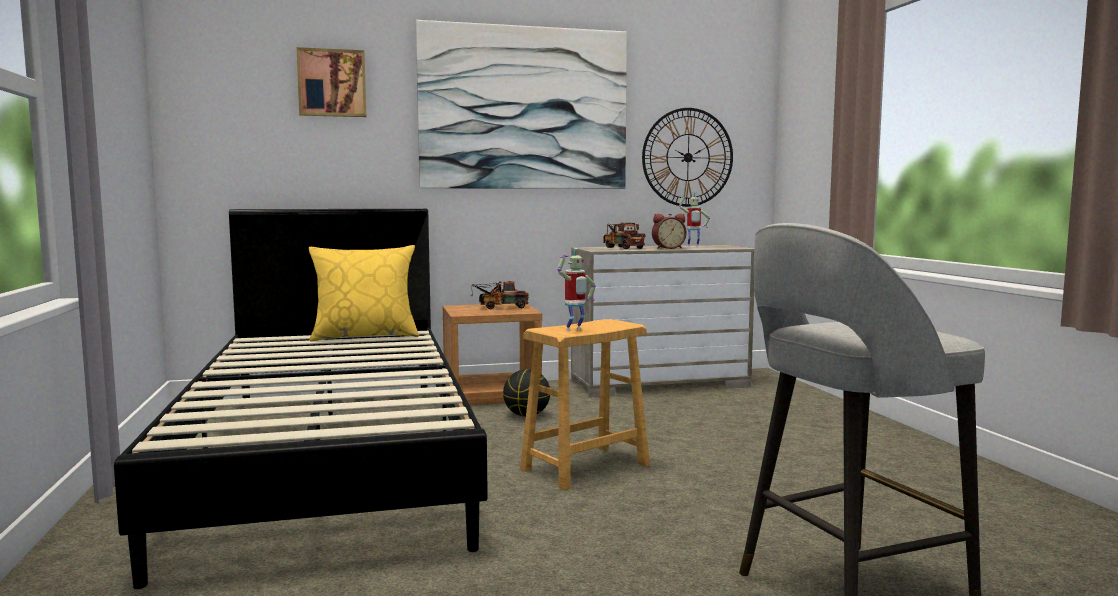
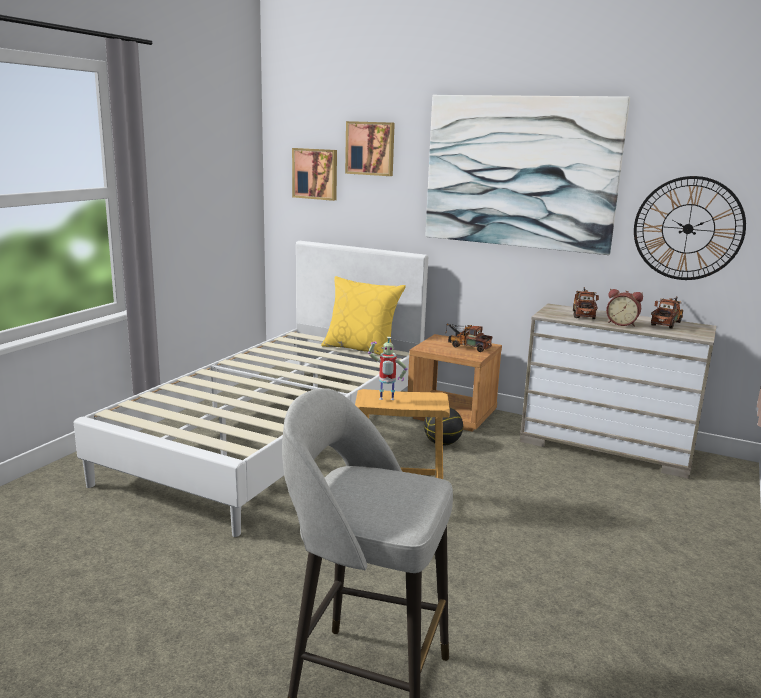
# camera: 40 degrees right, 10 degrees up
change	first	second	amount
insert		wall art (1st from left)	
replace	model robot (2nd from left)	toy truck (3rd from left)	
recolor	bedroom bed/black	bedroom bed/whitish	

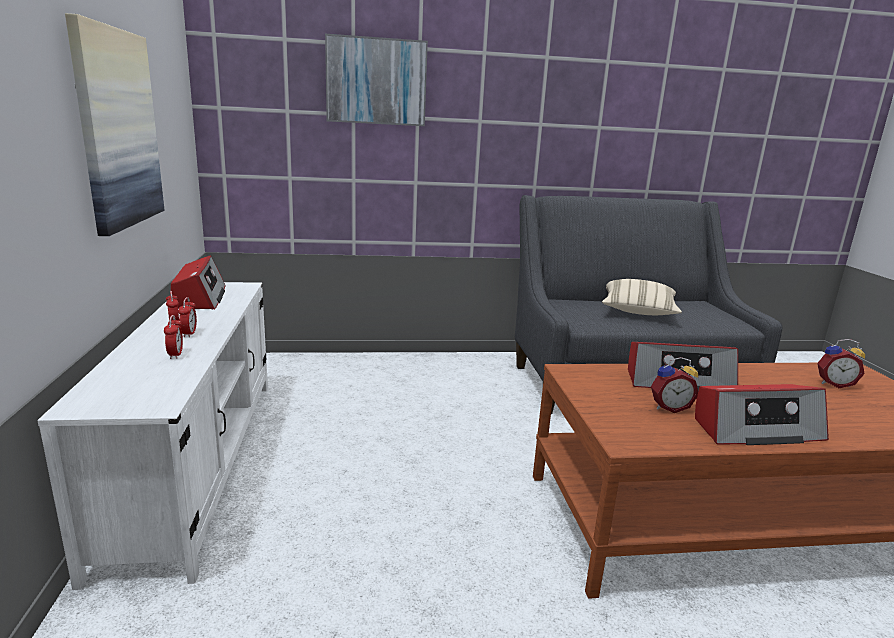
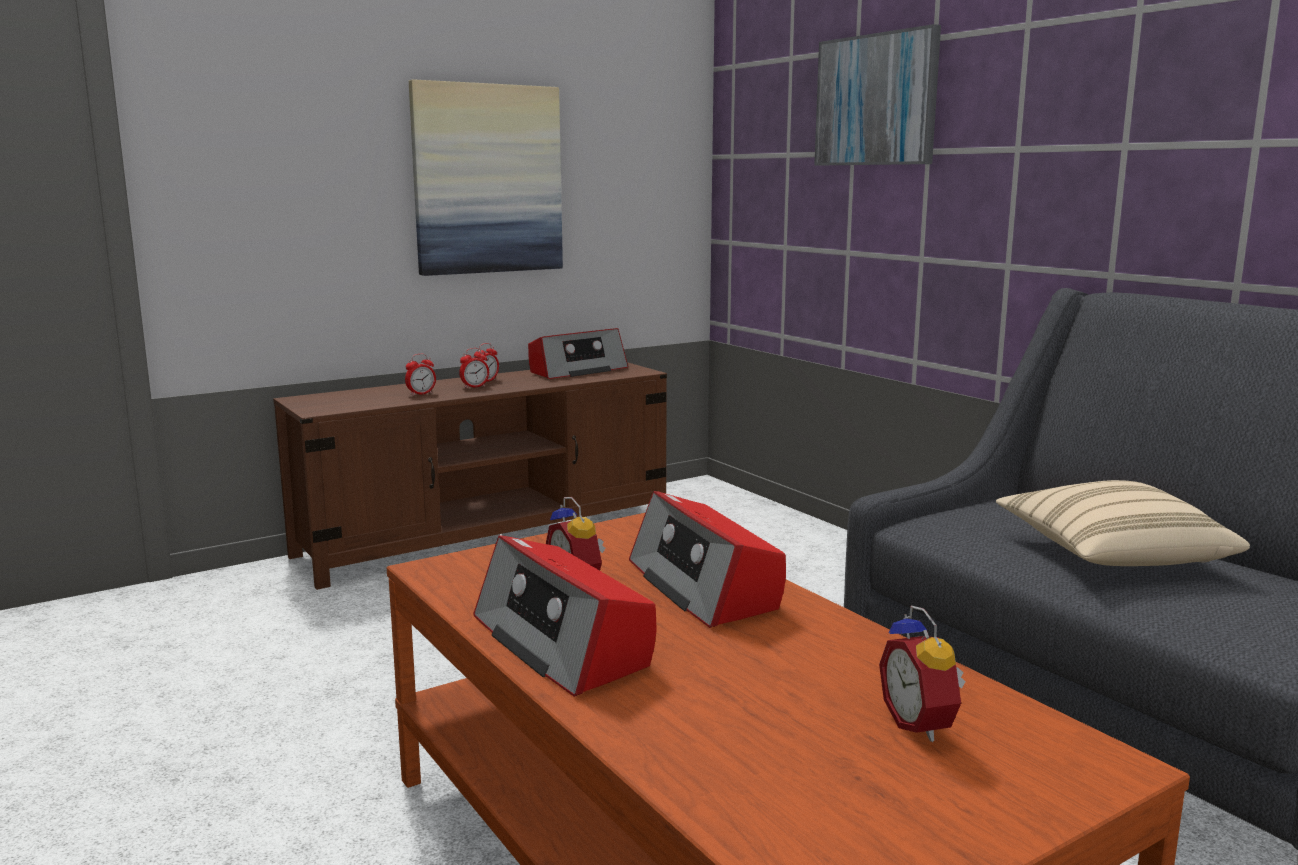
# camera: 65 degrees right, 5 degrees down
change	first	second	amount
recolor	tv unit/whitish	tv unit/brown	

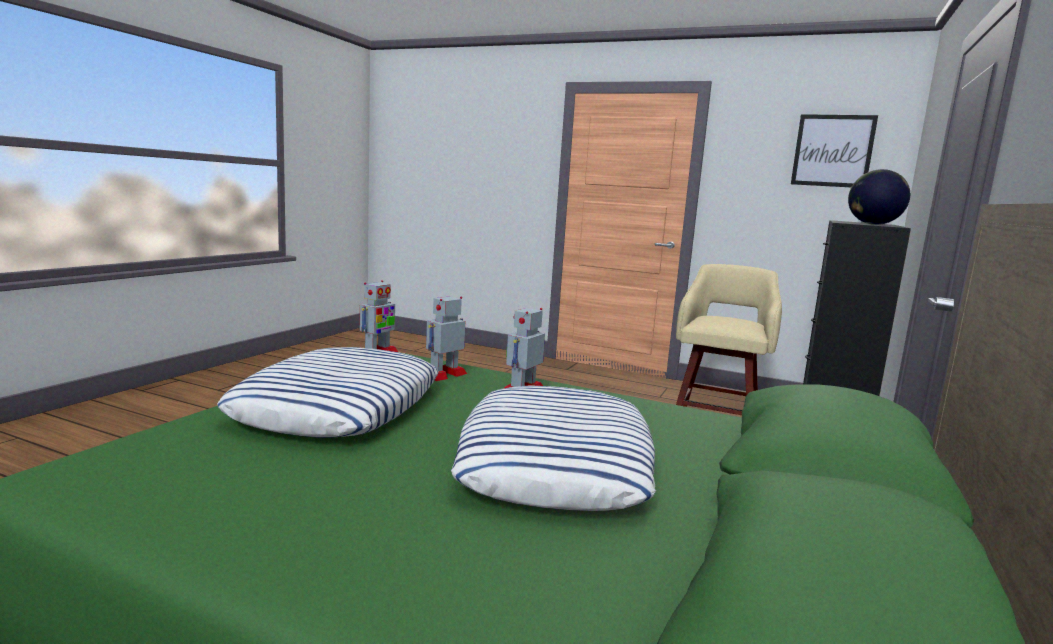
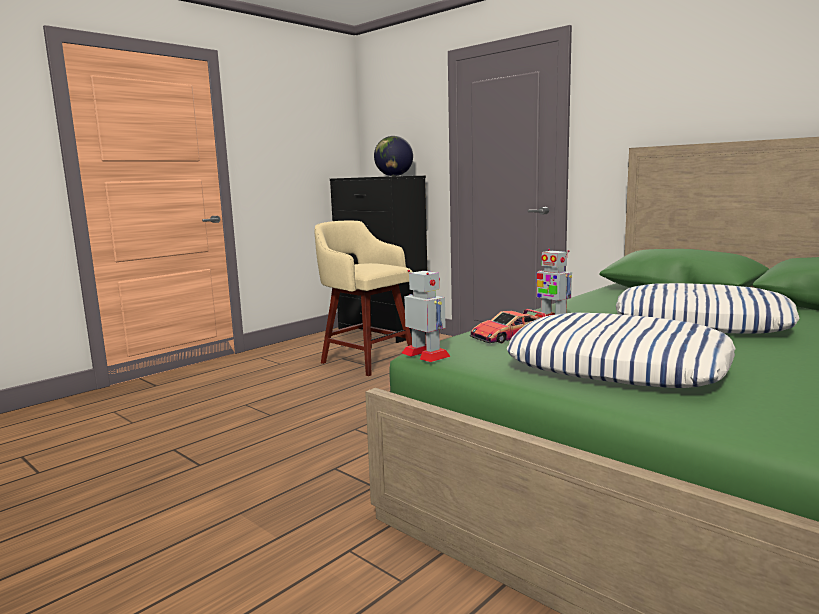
# camera: 70 degrees left, 0 degrees up
change	first	second	amount
delete	wall art		
replace	model robot (2nd from left)	toy car	

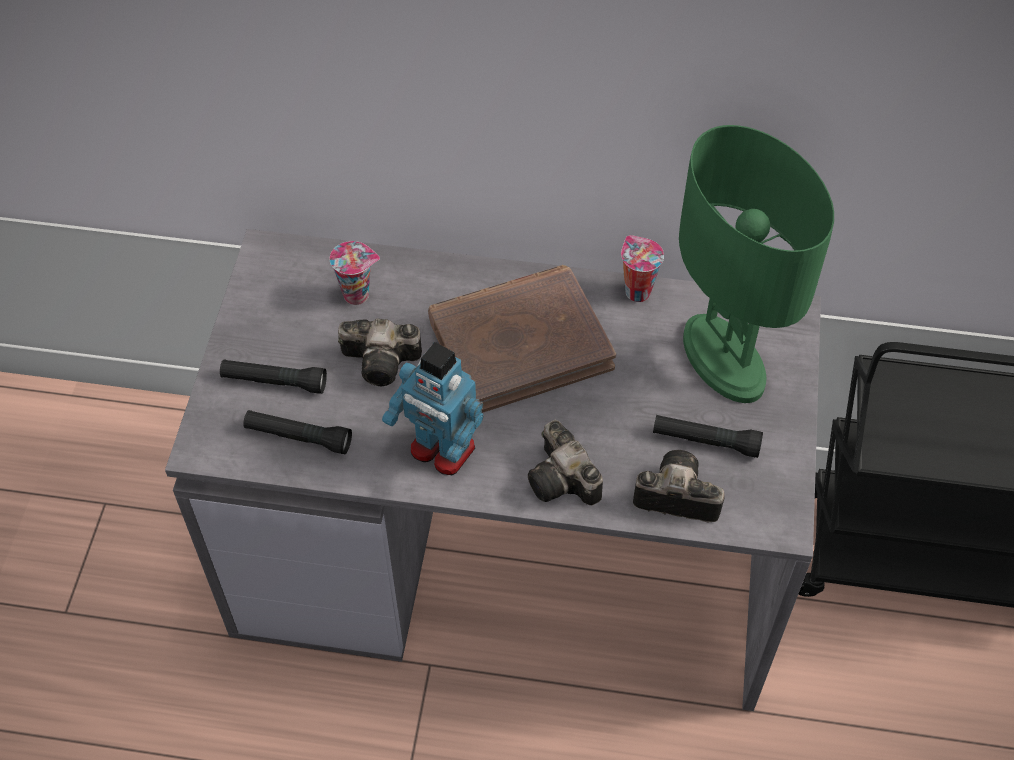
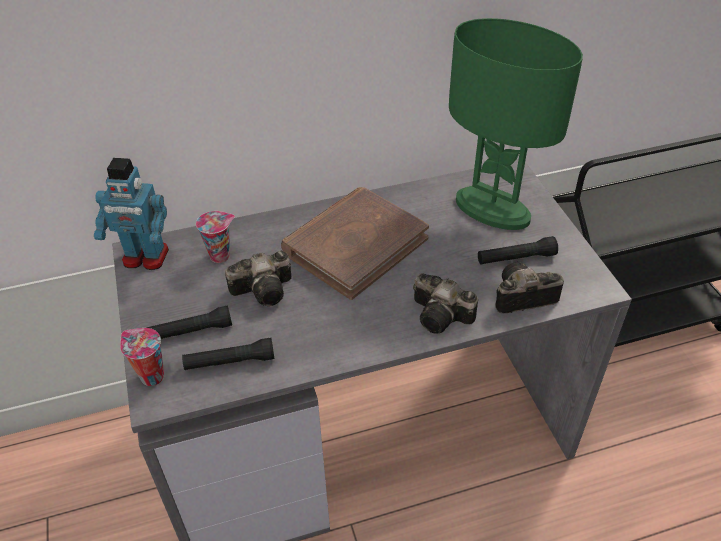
# camera: 25 degrees left, 10 degrees down
change	first	second	amount
move	model robot		
move	drinking cup (2nd from left in the first image)	drinking cup (1st from left)	

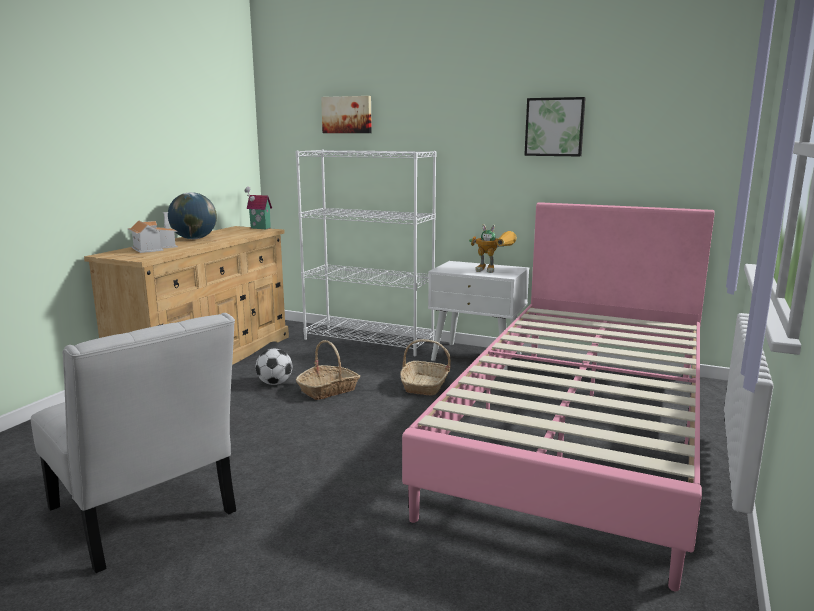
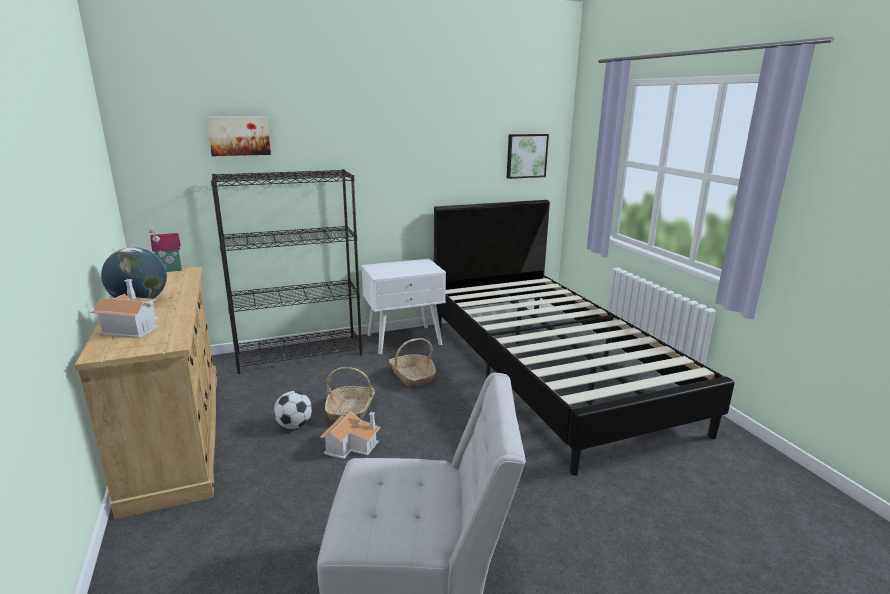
# camera: 45 degrees left, 5 degrees up
change	first	second	amount
delete	model robot		
insert		model house (3rd from left)	
move	wall art (2nd from left)		
recolor	bookshelf/whitish	bookshelf/black	
recolor	bedroom bed/pinkish	bedroom bed/black	

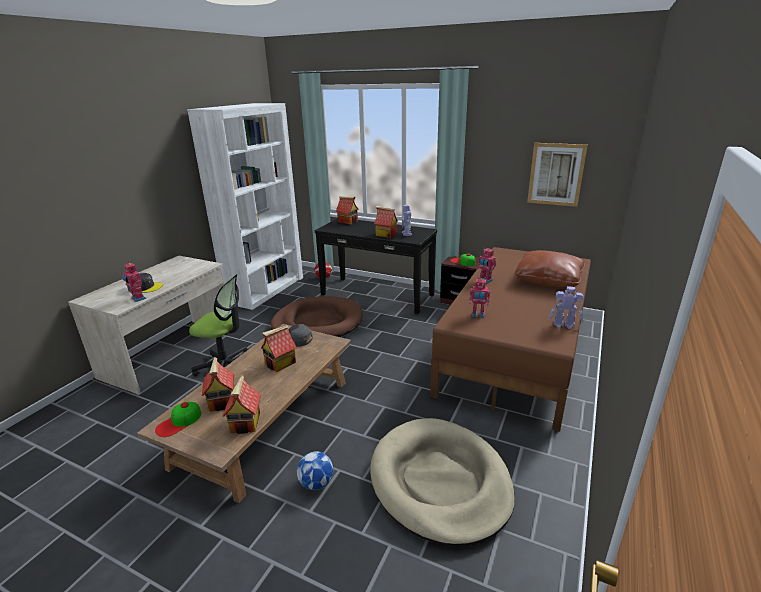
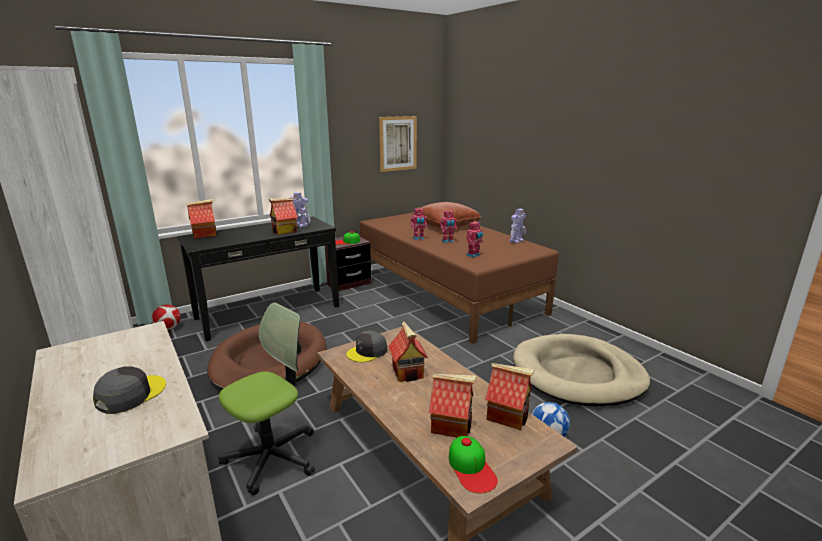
# camera: 60 degrees left, 5 degrees down
change	first	second	amount
move	model robot (1st from left in the first image)	model robot (3rd from left)	

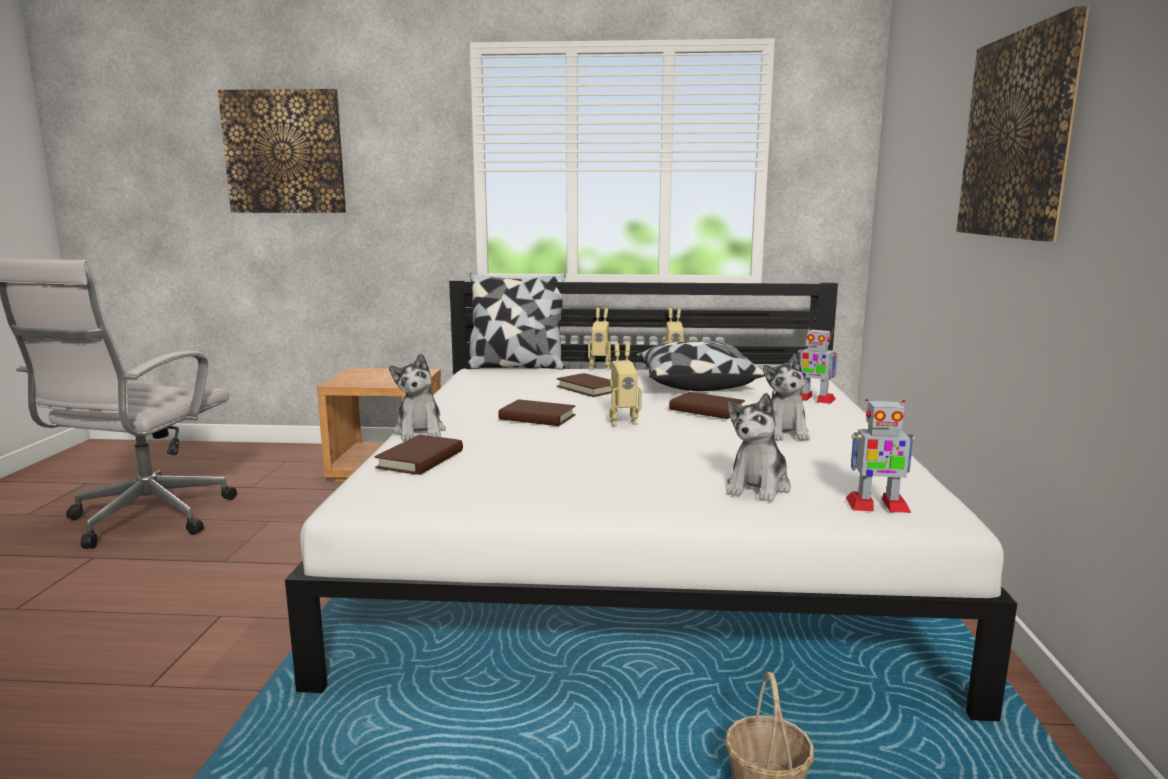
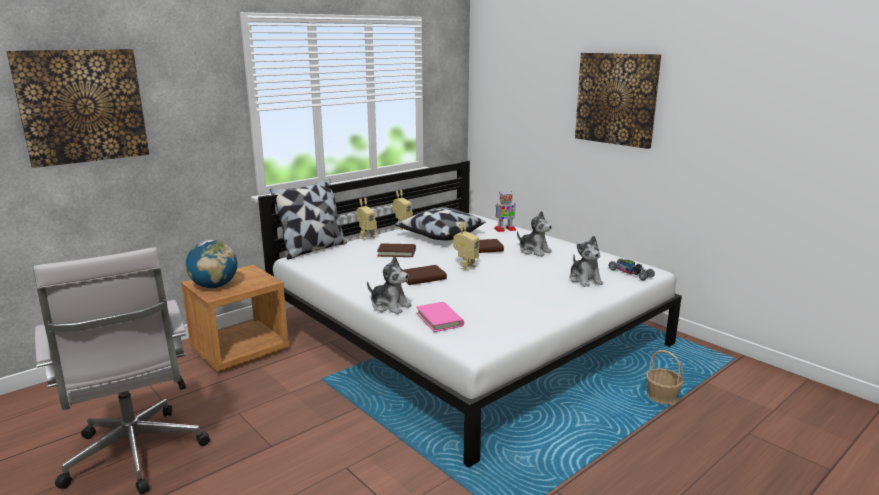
# camera: 45 degrees left, 5 degrees up
change	first	second	amount
insert		world globe	
replace	model robot (5th from left)	toy car	
recolor	bound book/brown (1st from left)	bound book/pinkish	

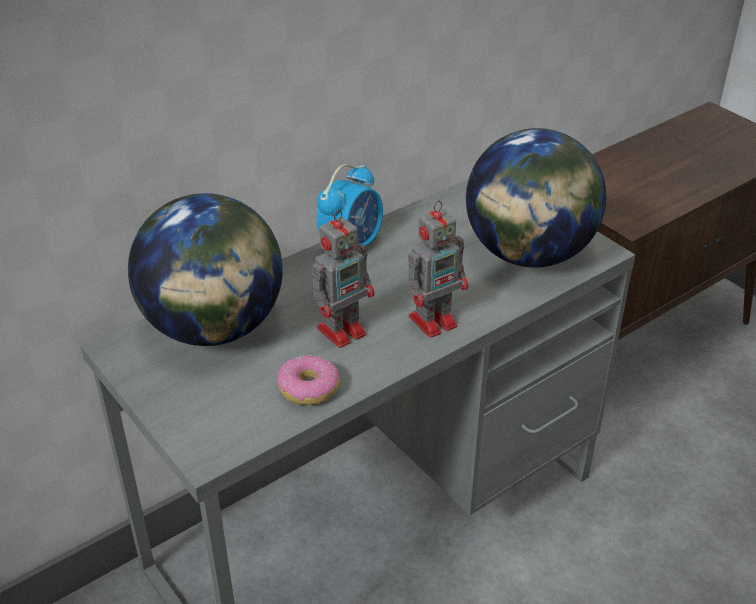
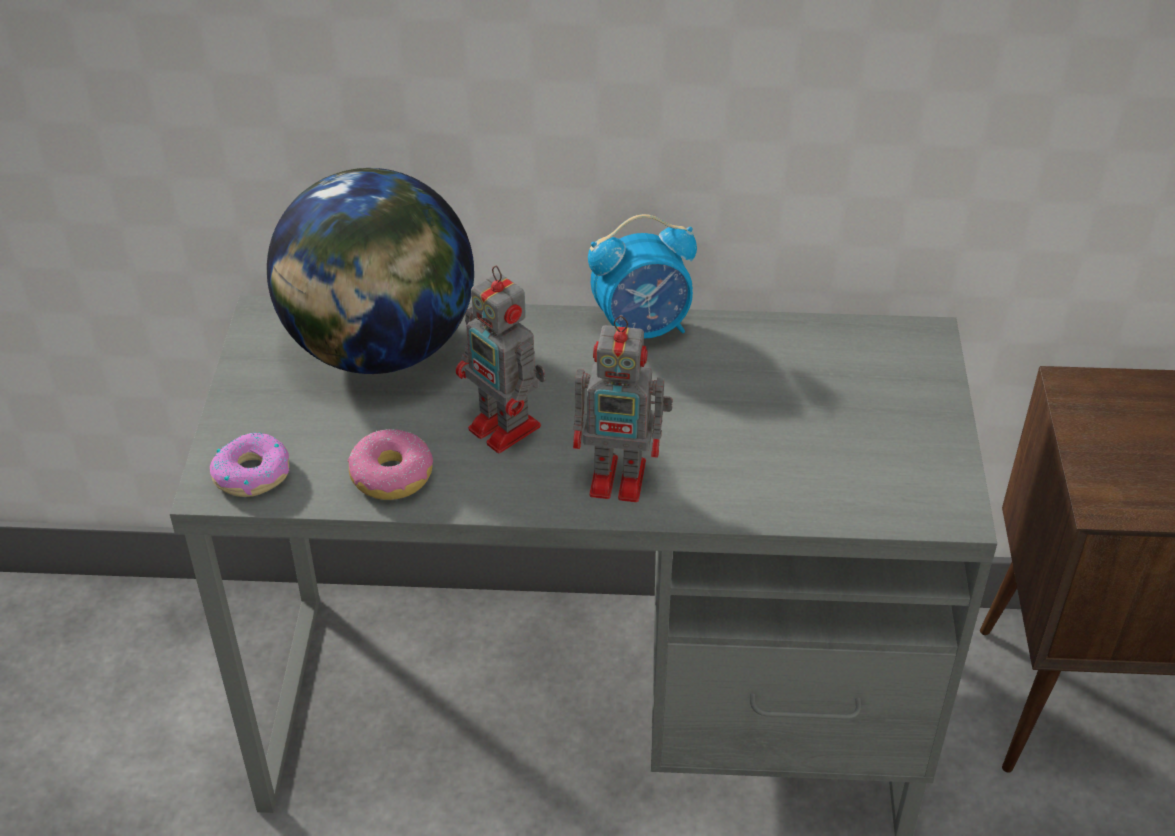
# camera: 40 degrees right, 5 degrees up
change	first	second	amount
delete	world globe (2nd from left)		
insert		ring doughnut (1st from left)	
rotate	model robot (1st from left)		45 degrees clockwise

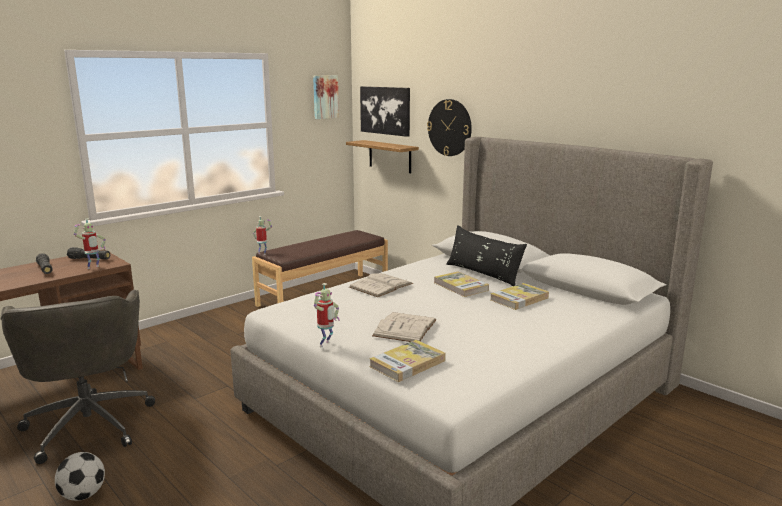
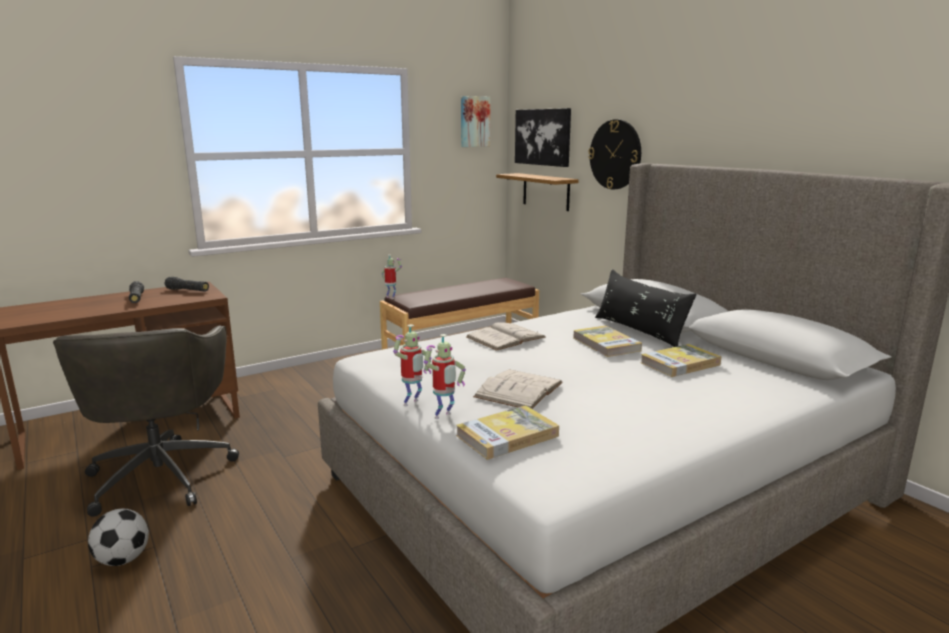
# camera: 10 degrees right, 0 degrees up
change	first	second	amount
move	model robot (1st from left in the first image)	model robot (3rd from left)	

